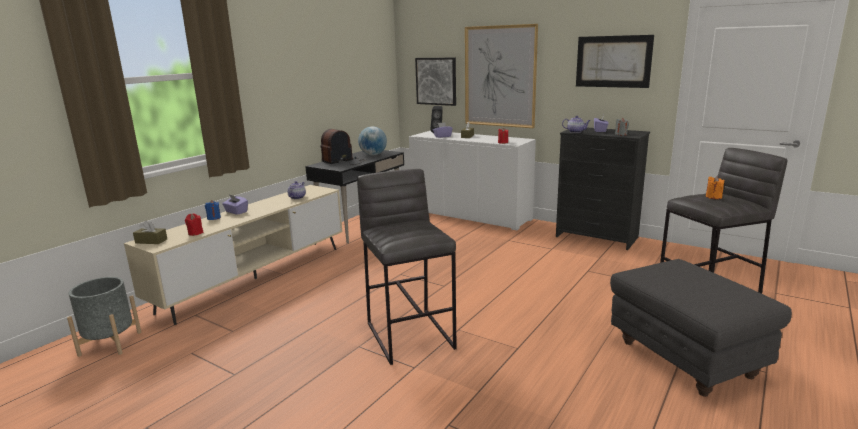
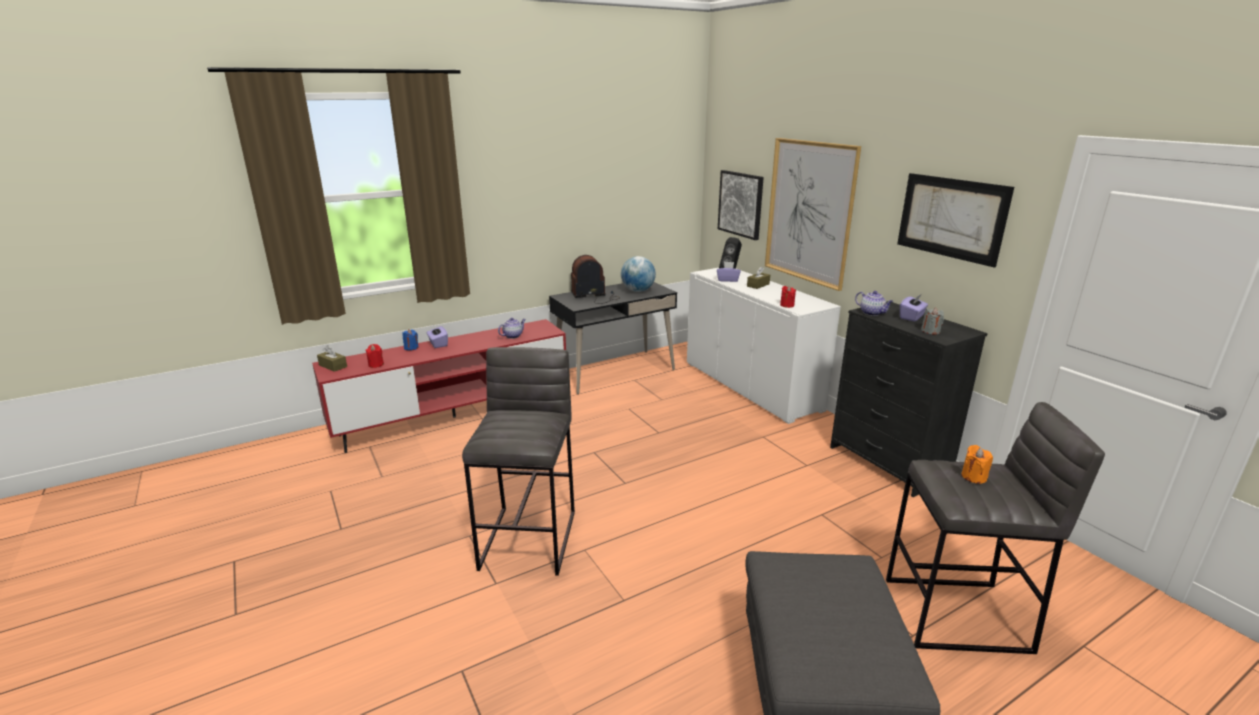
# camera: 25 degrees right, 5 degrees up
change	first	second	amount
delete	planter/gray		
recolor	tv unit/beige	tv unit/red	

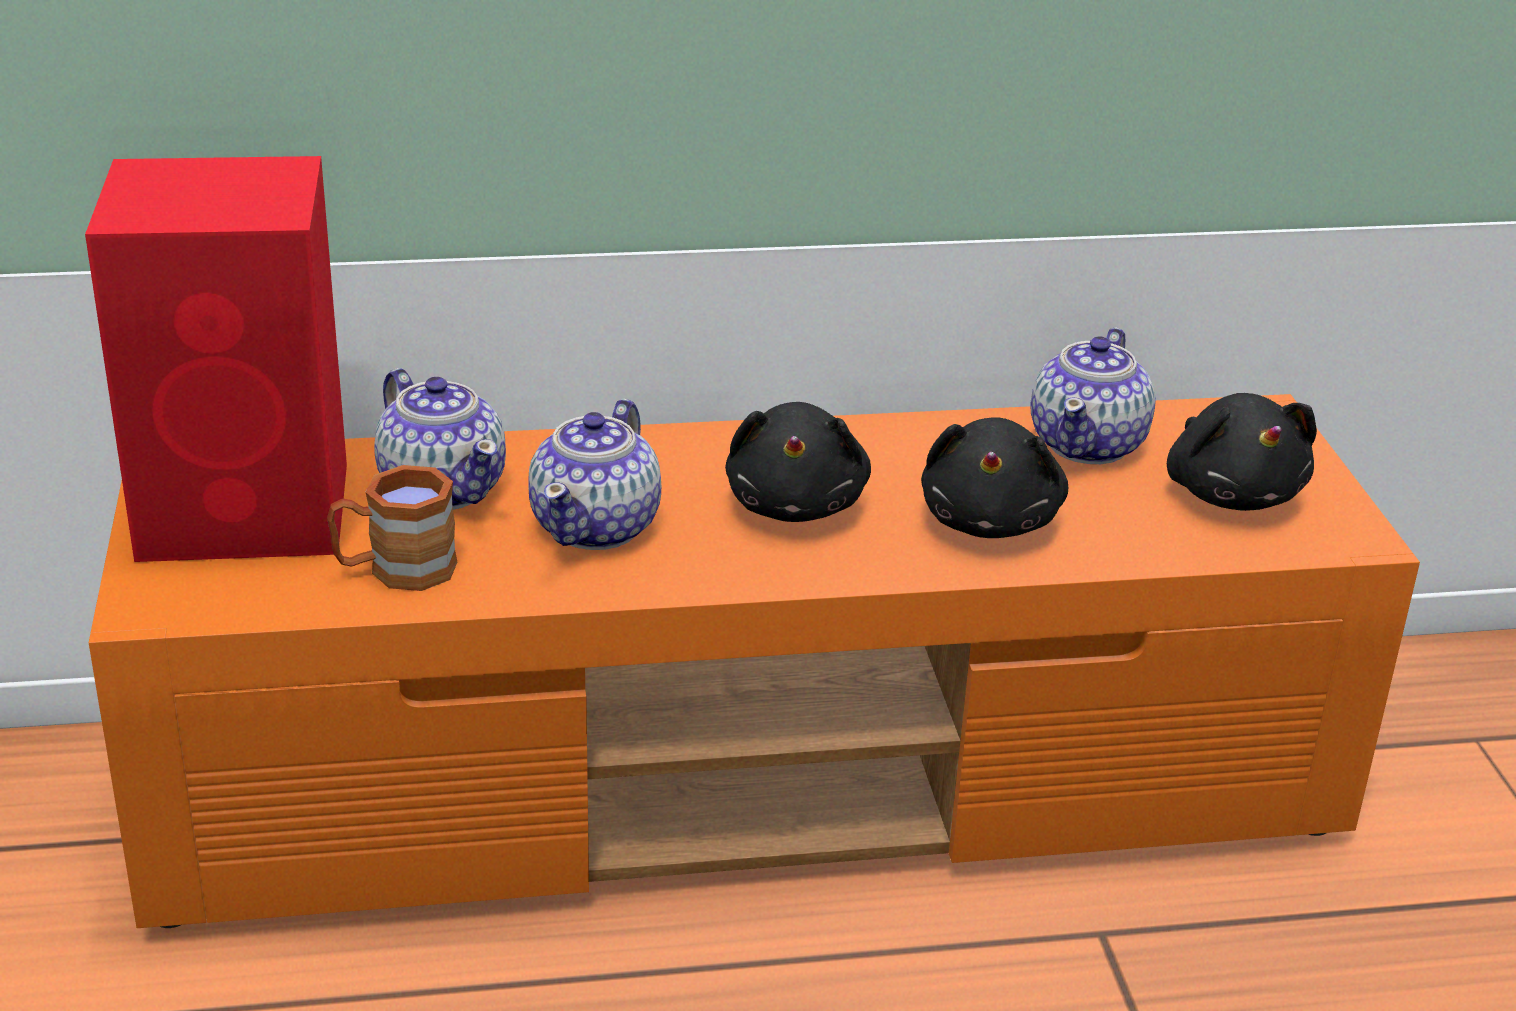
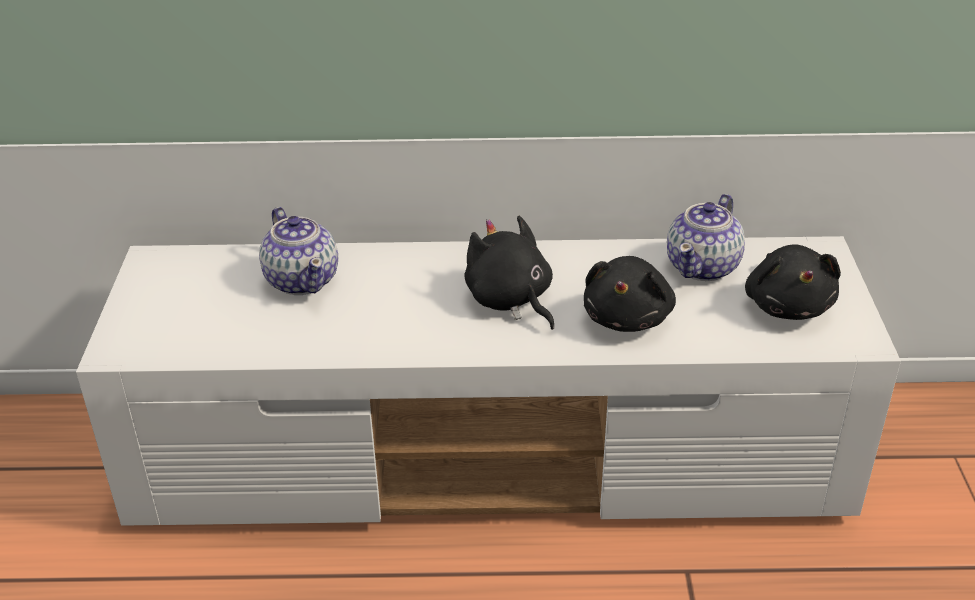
# camera: 10 degrees right, 5 degrees up
change	first	second	amount
delete	audio speaker/red		
delete	mug/brown		
delete	pot for tea (2nd from left)		
recolor	tv unit/orangey	tv unit/whitish	
rotate	plush toy/black (1st from left)		135 degrees clockwise

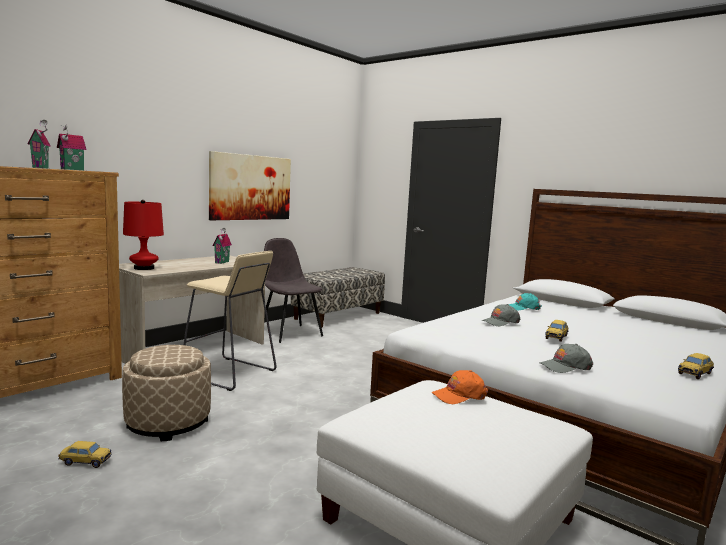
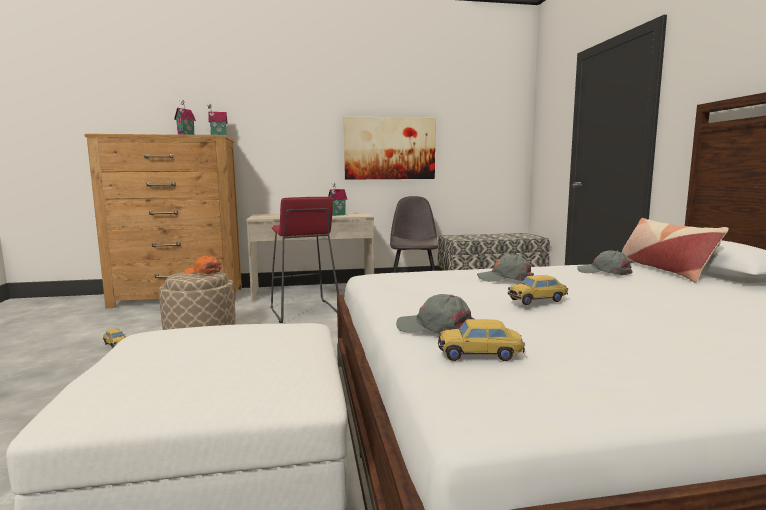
# camera: 40 degrees right, 0 degrees up
change	first	second	amount
delete	lamp for a table/red		
insert		throw pillow	
move	baseball cap/orangey		
move	toy car (3rd from left in the first image)	toy car (2nd from left)	
recolor	stool seat/beige	stool seat/red	
recolor	baseball cap/blue-green	baseball cap/gray (3rd from left)	

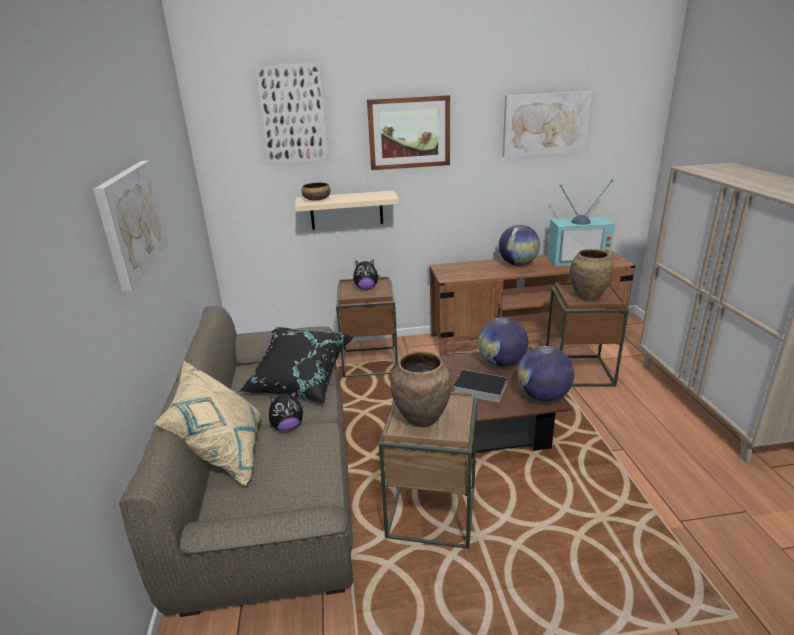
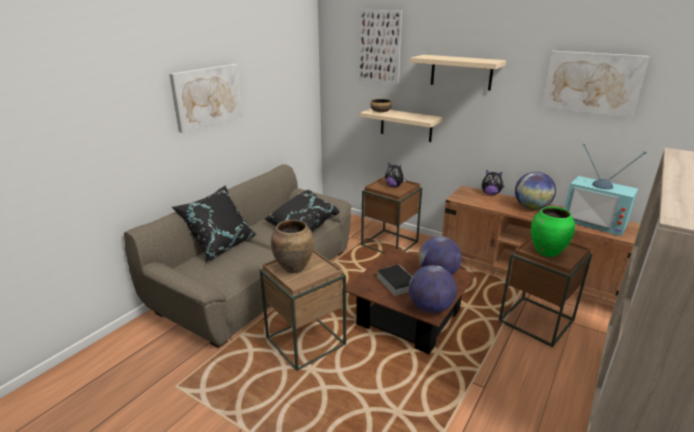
# camera: 40 degrees right, 0 degrees up
change	first	second	amount
move	plush toy (1st from left in the first image)	plush toy (2nd from left)	
replace	wall art (3rd from left)	shelf/beige (2nd from left)	
recolor	throw pillow/beige	throw pillow/black (1st from left)	
recolor	flower vase/brown (2nd from left)	flower vase/greenish	

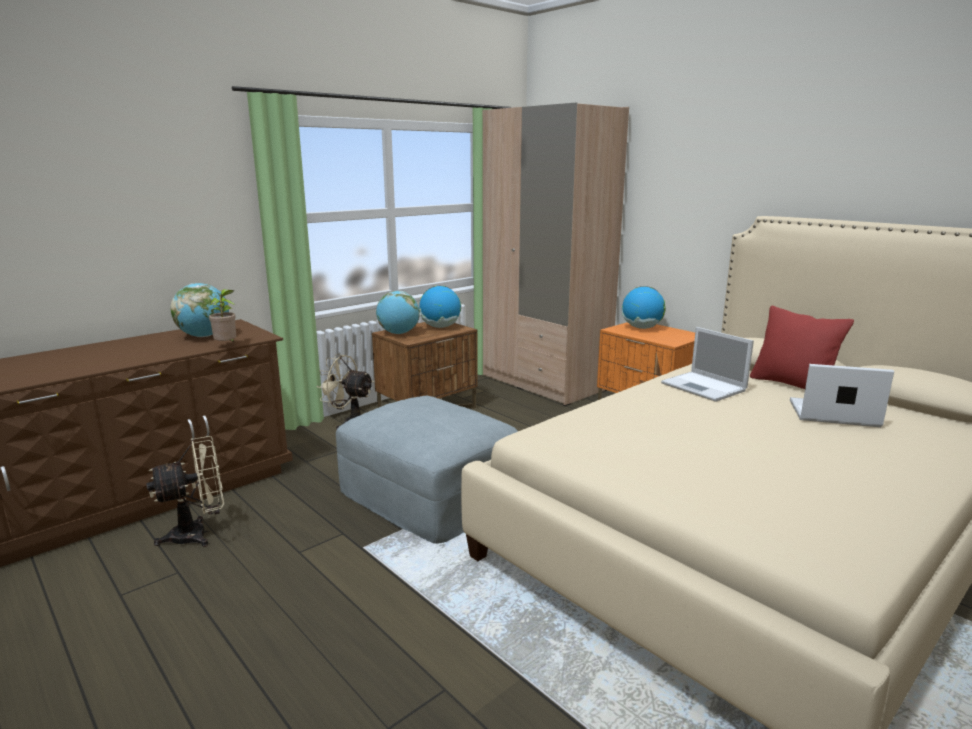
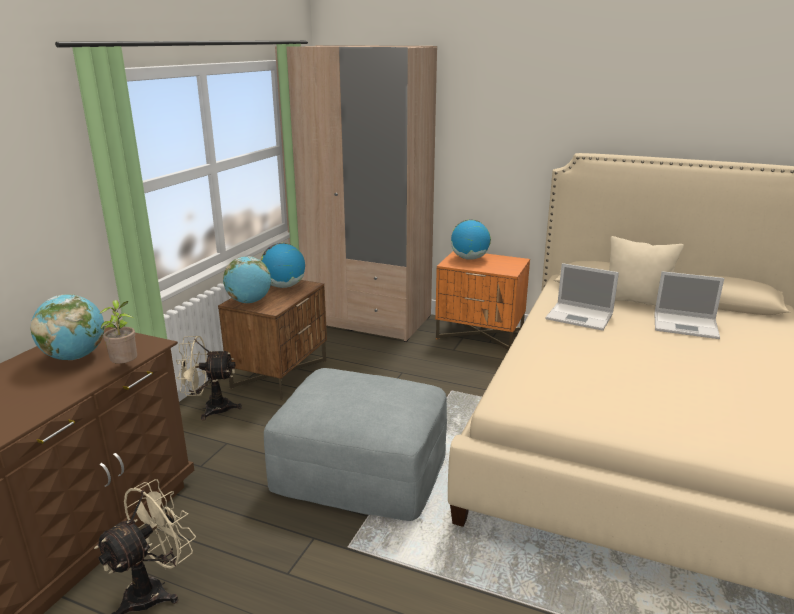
# camera: 25 degrees left, 5 degrees up
change	first	second	amount
recolor	throw pillow/red	throw pillow/beige	
rotate	notebook computer (2nd from left)		150 degrees counterclockwise

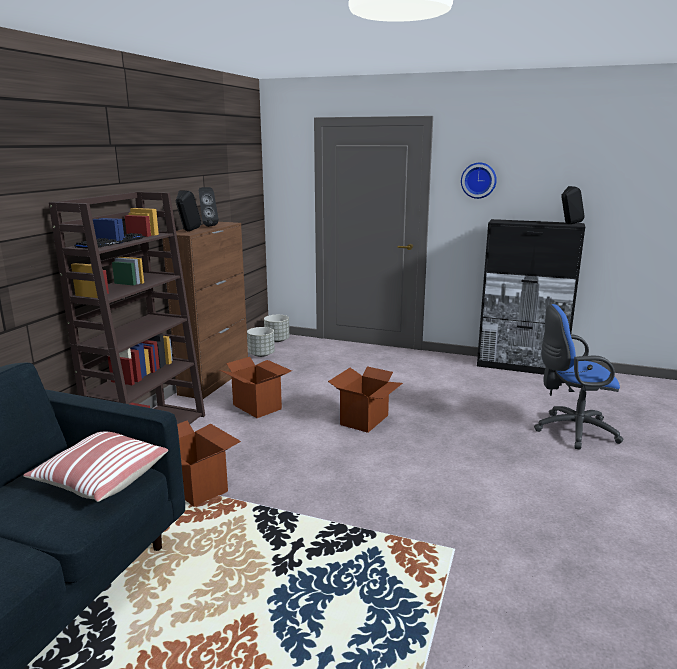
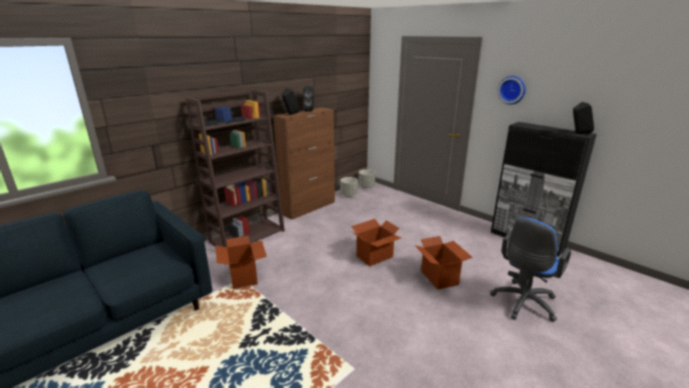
# camera: 25 degrees right, 5 degrees up
change	first	second	amount
delete	throw pillow		
move	packing box (2nd from left in the first image)	packing box (3rd from left)	
rotate	office chair/blue-coloured		75 degrees counterclockwise

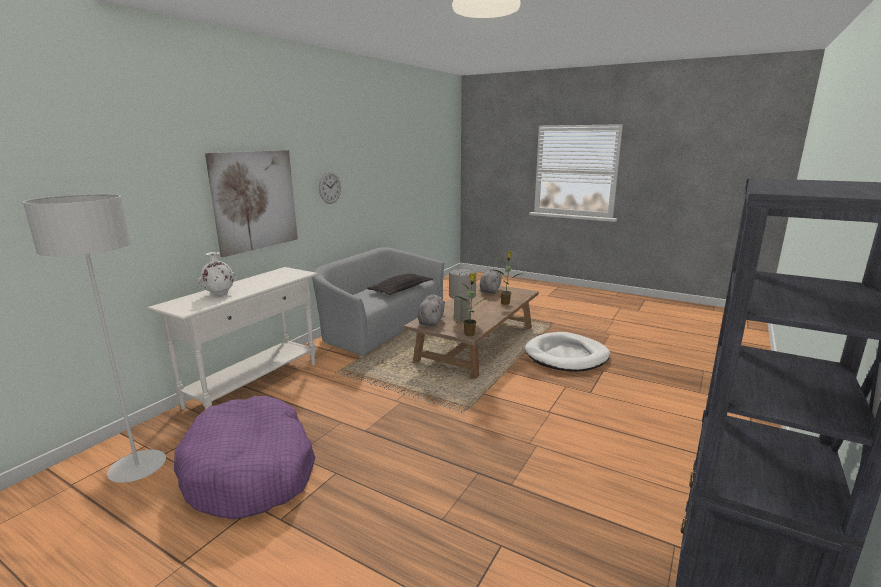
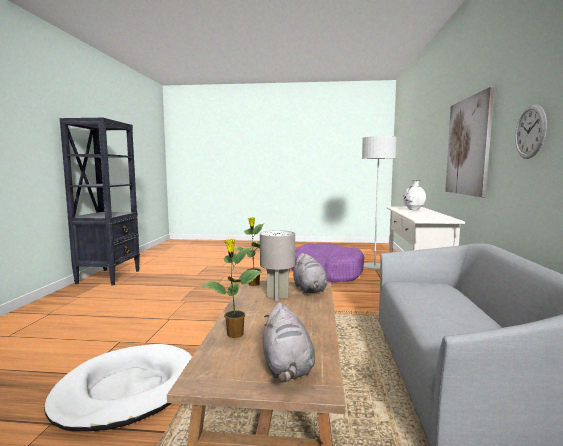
# camera: 155 degrees right, 10 degrees down
change	first	second	amount
delete	throw pillow		

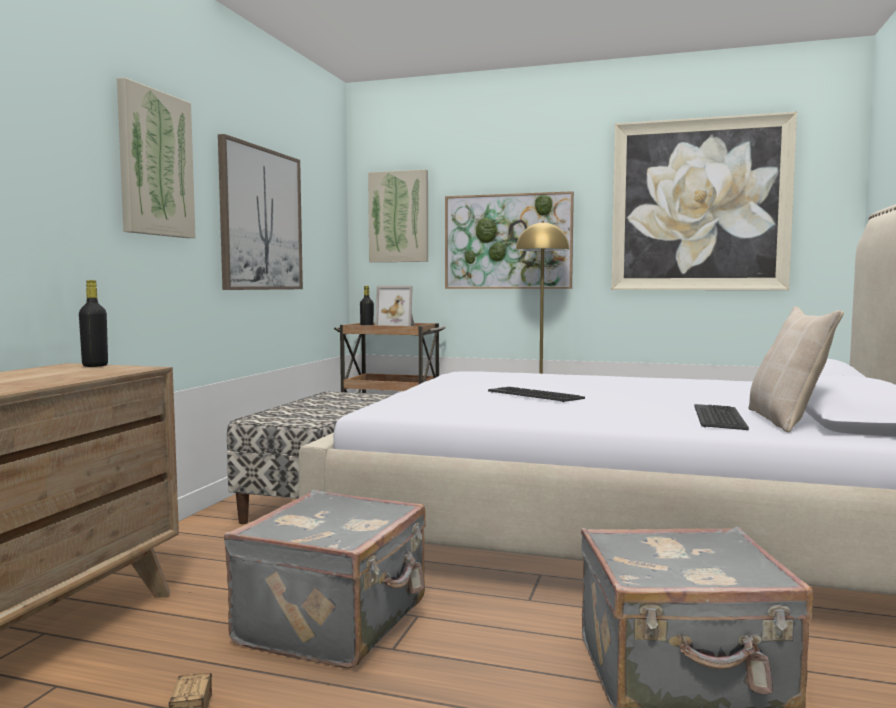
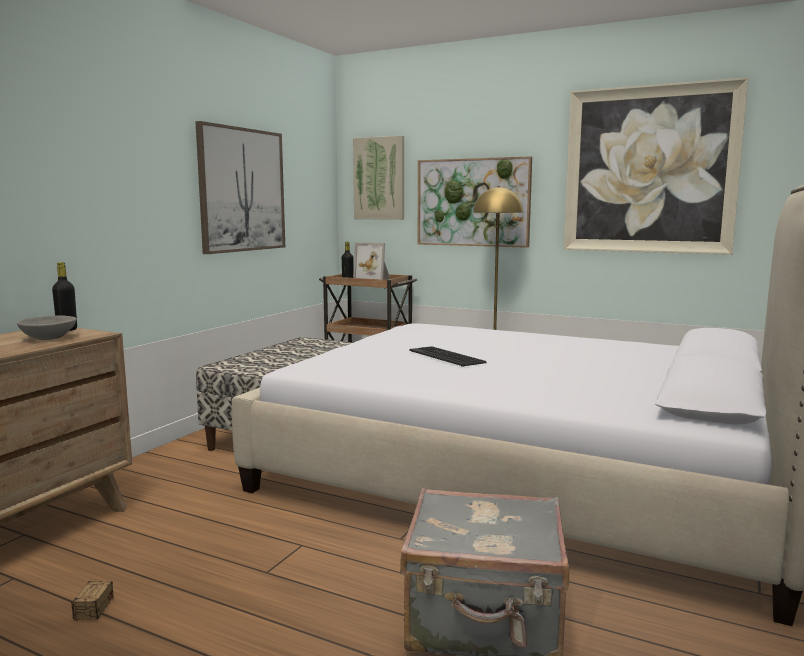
# camera: 10 degrees right, 5 degrees up
change	first	second	amount
delete	wall art (1st from left)		
delete	travel case/gray (1st from left)		
delete	PC keyboard (2nd from left)		
delete	throw pillow/beige		
insert		deep dish/gray	

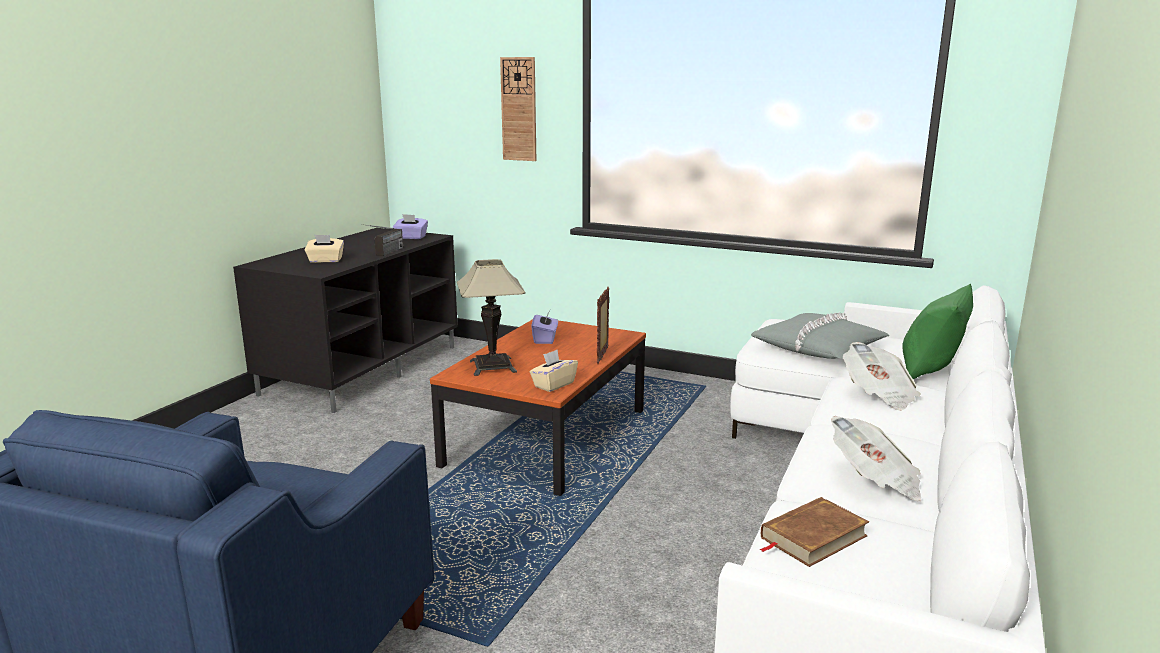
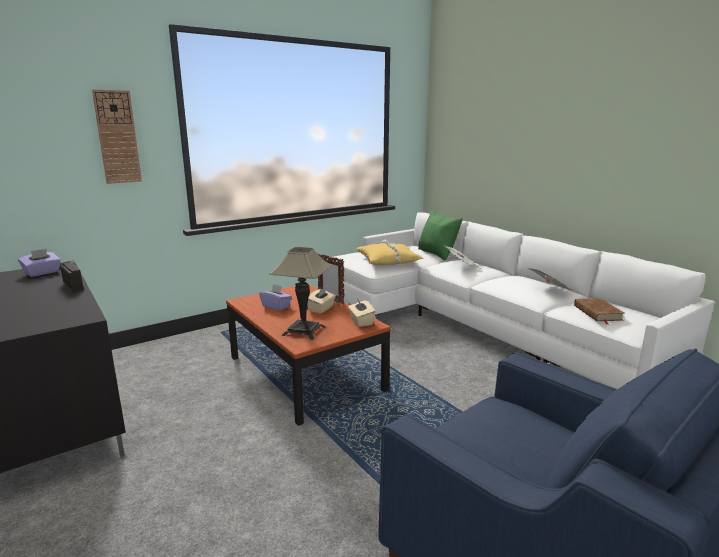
# camera: 60 degrees left, 0 degrees up
change	first	second	amount
move	tissue holder/beige (1st from left)		
recolor	throw pillow/gray	throw pillow/yellow	

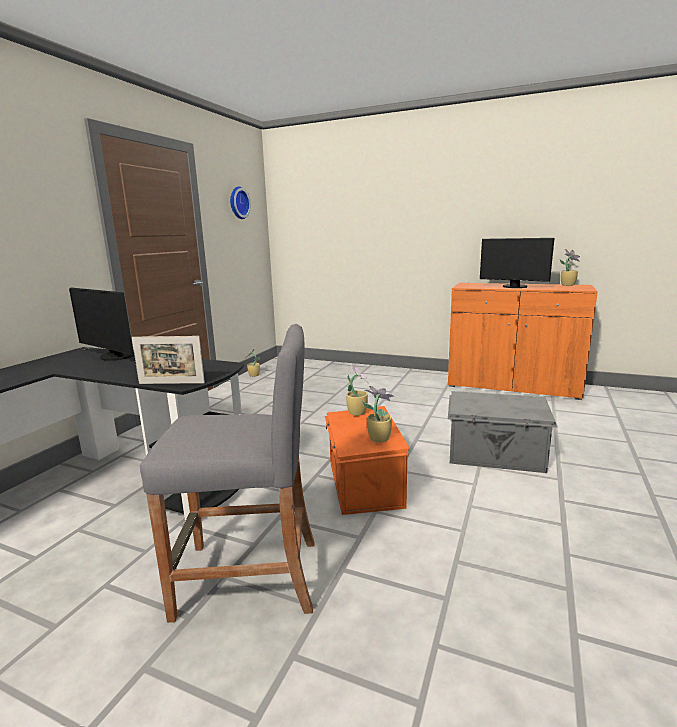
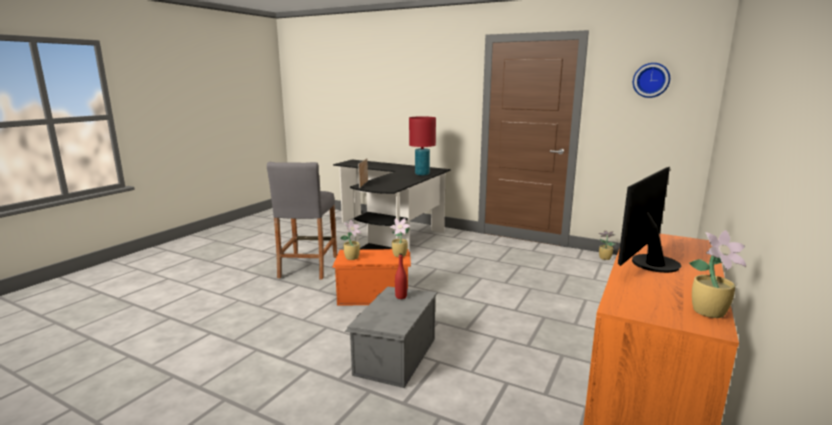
# camera: 95 degrees right, 0 degrees up
change	first	second	amount
insert		bottle/red	
replace	computer screen (1st from left)	lamp for a table/red	

